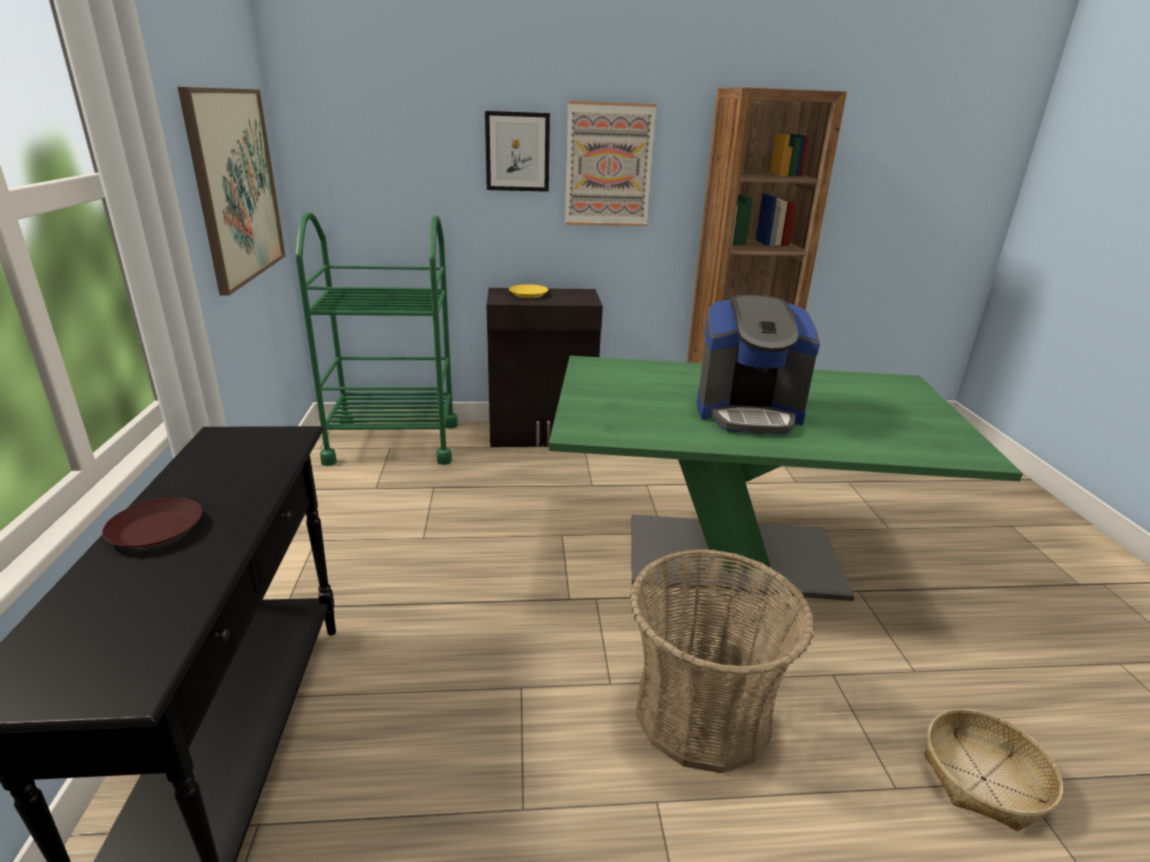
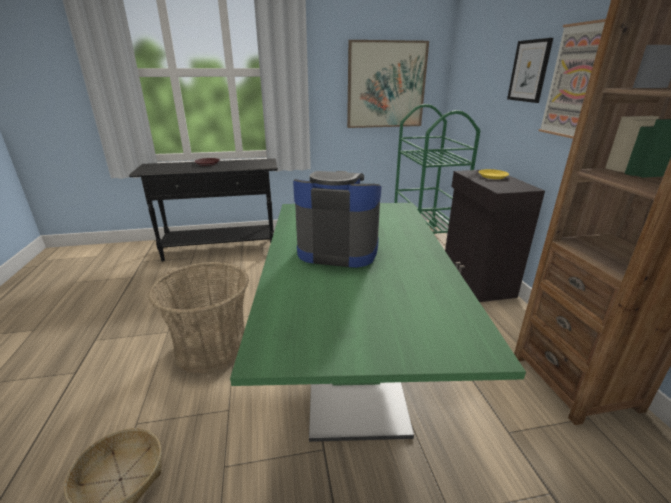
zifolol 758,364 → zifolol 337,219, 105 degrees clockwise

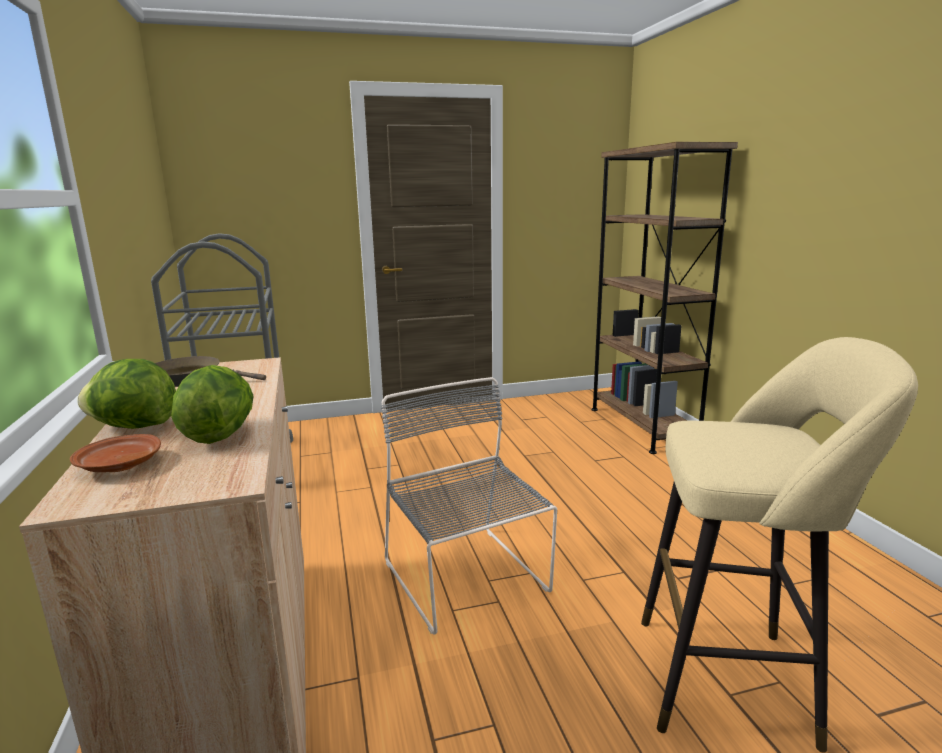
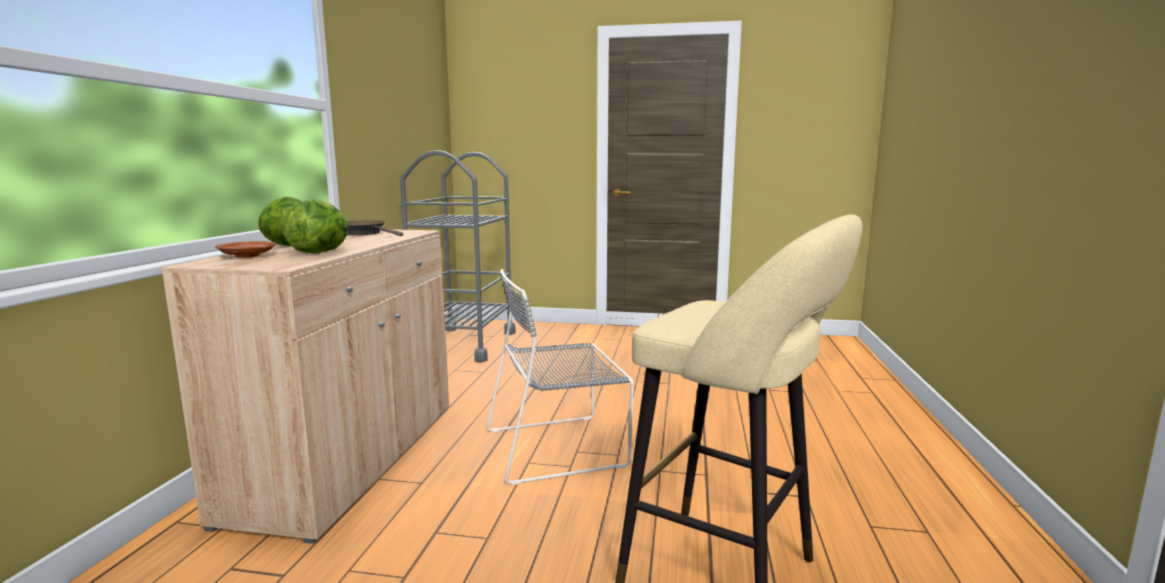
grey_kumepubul 469,506 → grey_kumepubul 560,377, 105 degrees counterclockwise
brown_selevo 664,298 → -

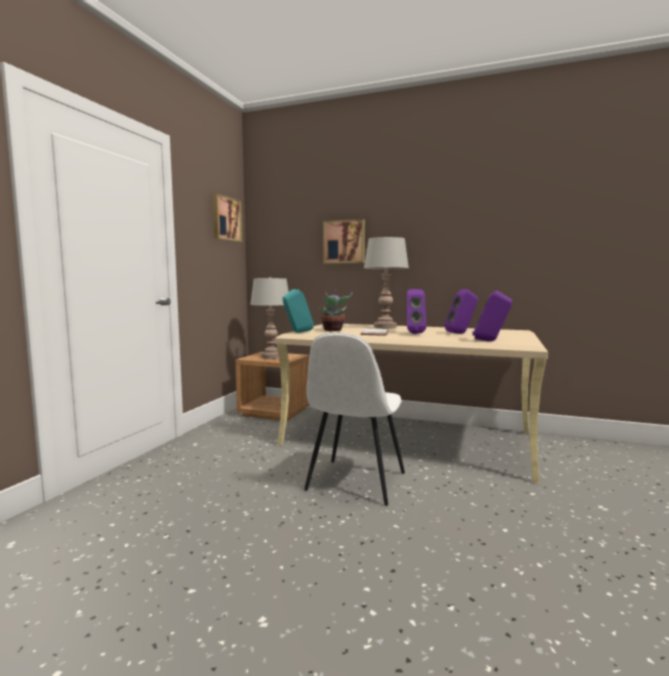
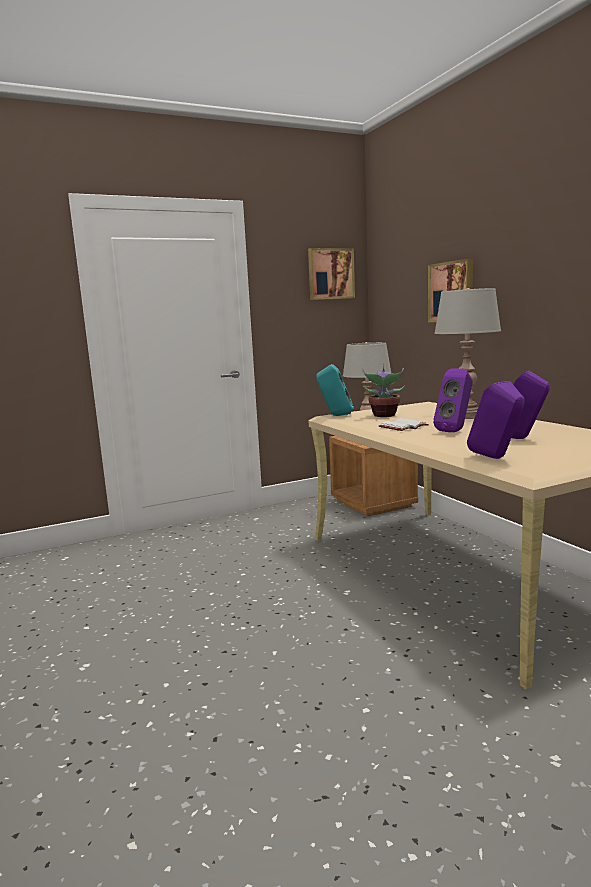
white_kumepubul 354,419 → -

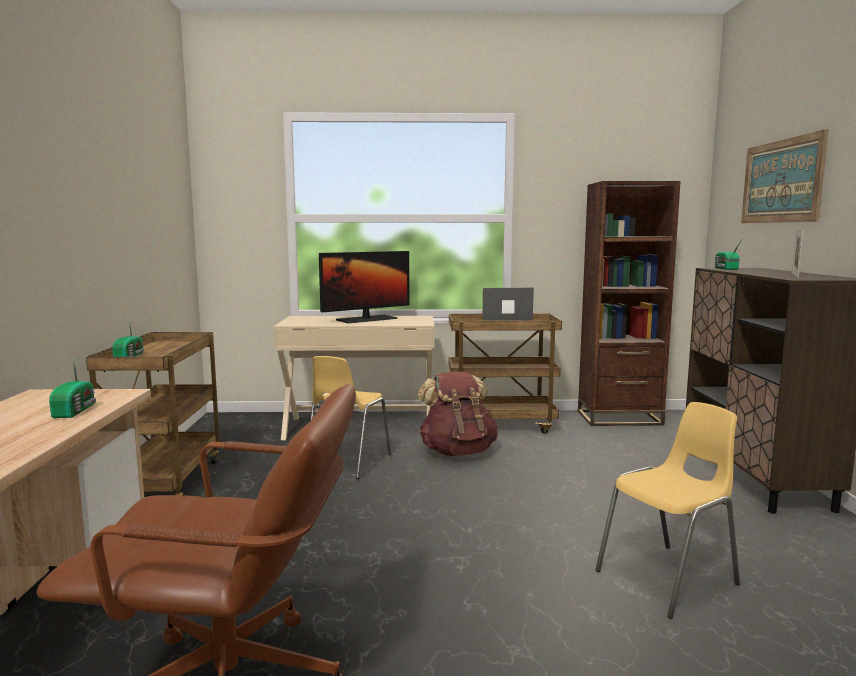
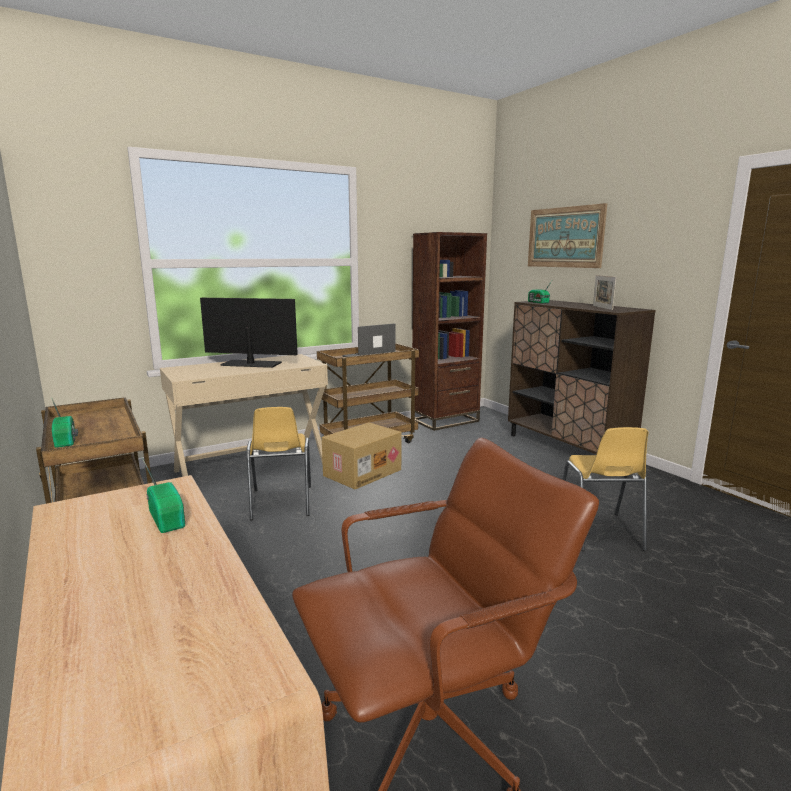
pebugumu 364,287 → pebugumu 249,333, 105 degrees counterclockwise
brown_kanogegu 457,413 → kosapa 361,455
yellow_kumepubul 668,510 → yellow_kumepubul 605,489, 150 degrees clockwise

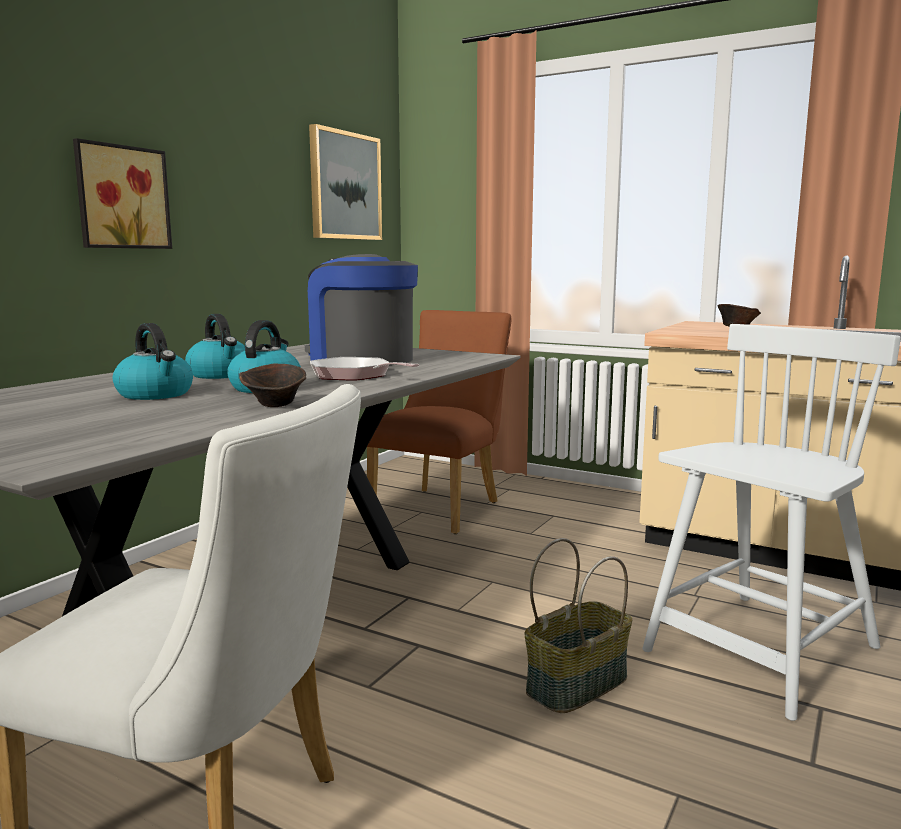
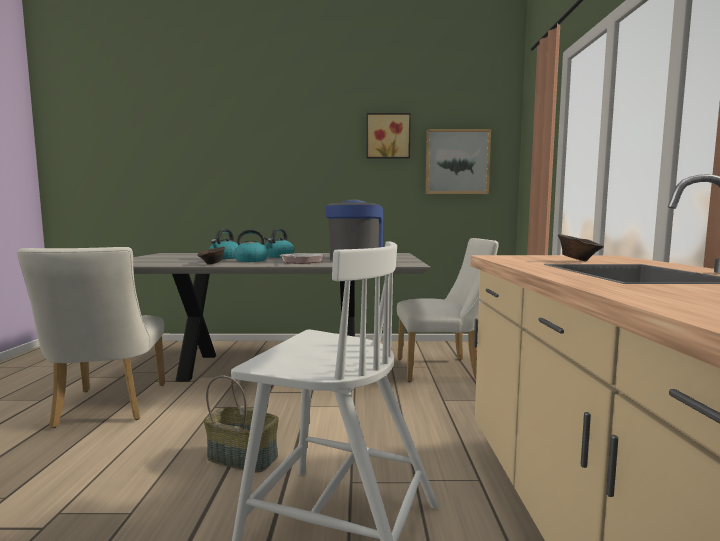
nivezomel 122,193 → nivezomel 389,136, move
brown_kumepubul 439,422 → white_kumepubul 448,310

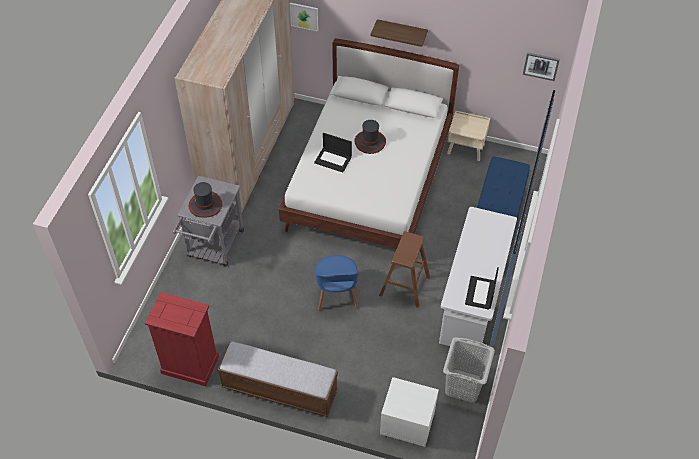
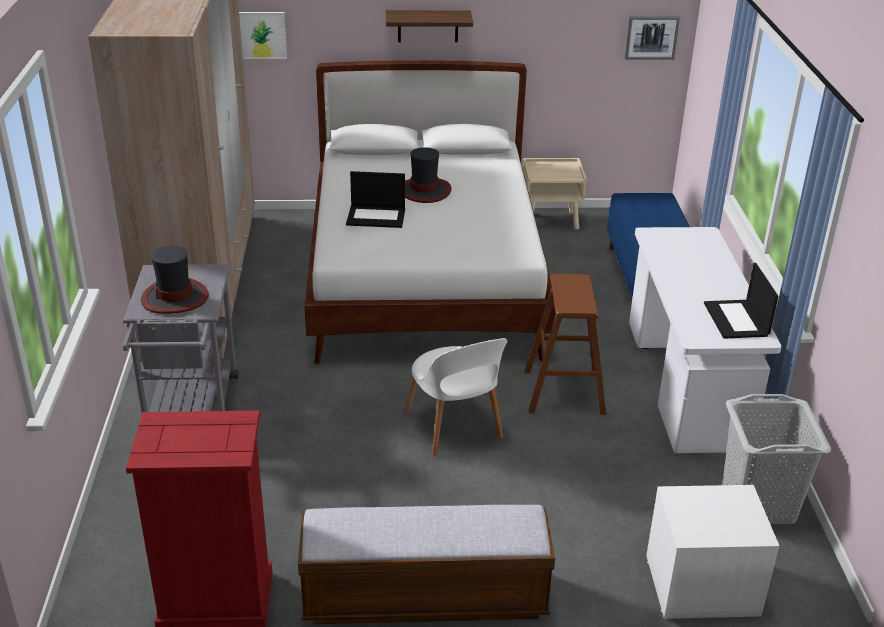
blue_kumepubul 337,283 → white_kumepubul 455,397

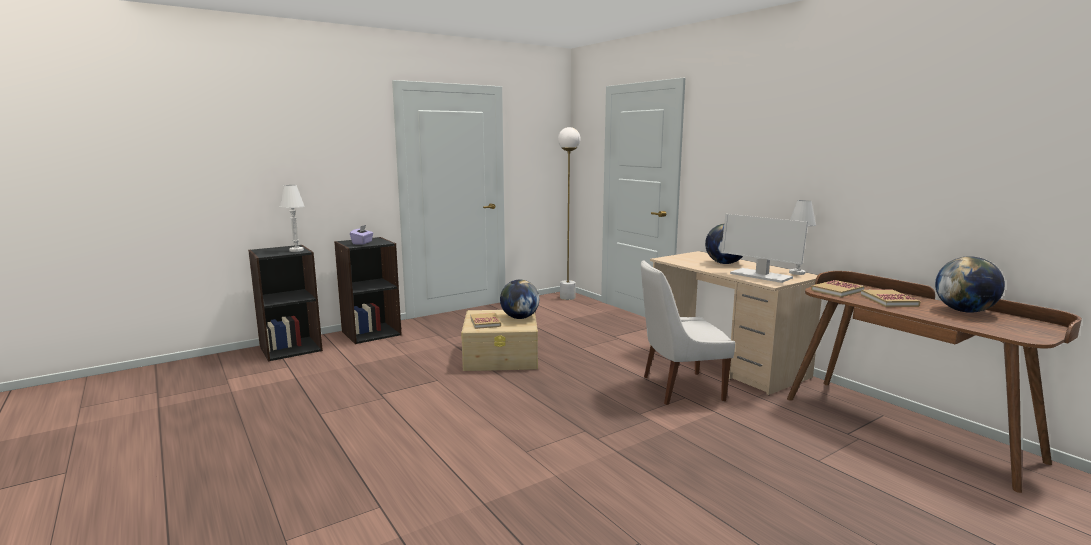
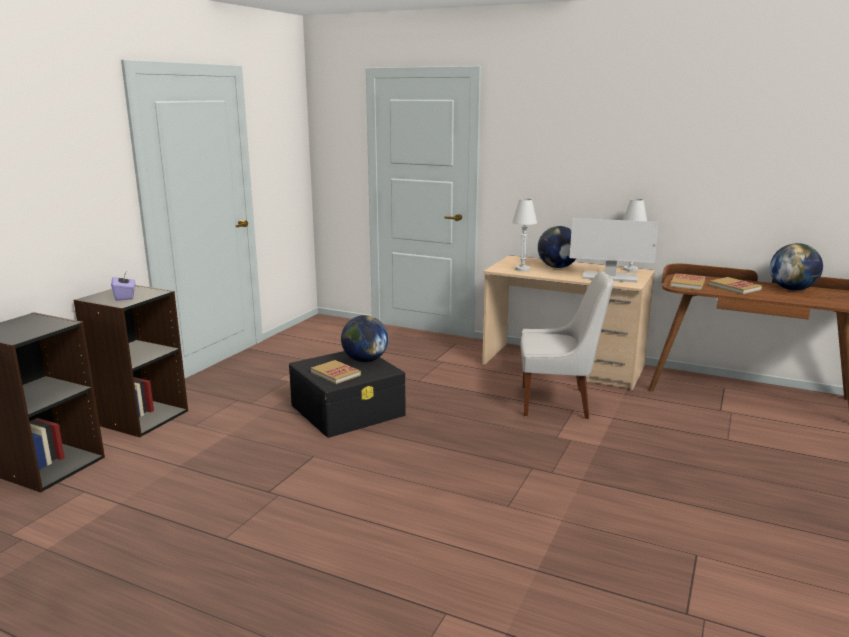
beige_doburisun 499,340 → black_doburisun 347,394
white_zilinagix 292,218 → white_zilinagix 524,234, move
white_kumepubul 688,332 → white_kumepubul 567,345, 135 degrees counterclockwise
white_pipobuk 569,213 → -

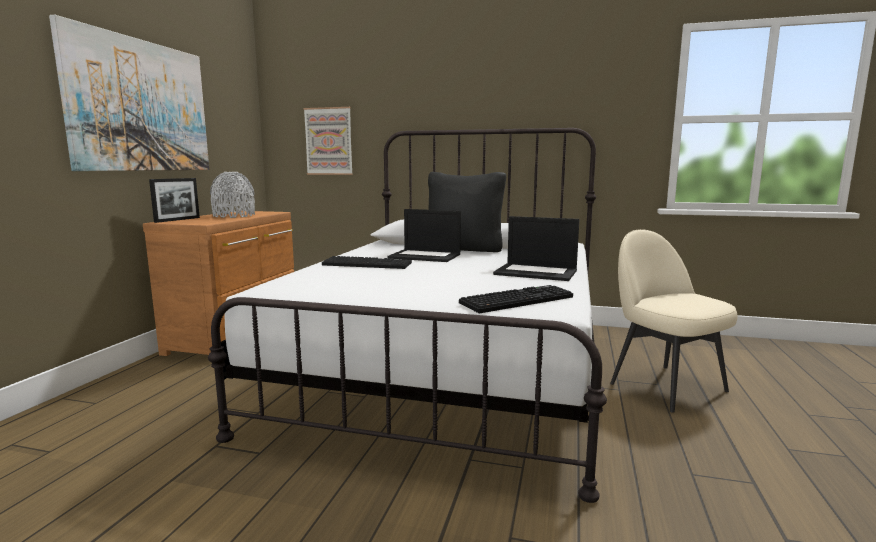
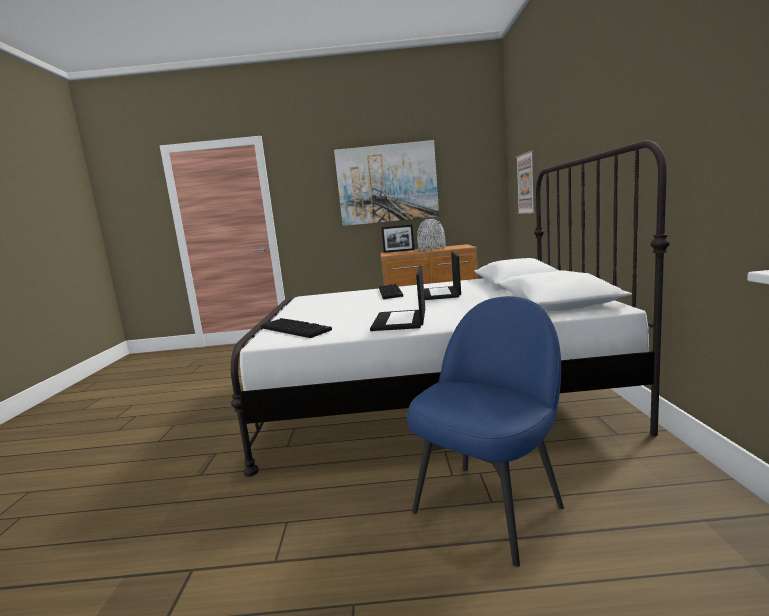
beige_kumepubul 673,321 → blue_kumepubul 485,431
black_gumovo 467,212 → -

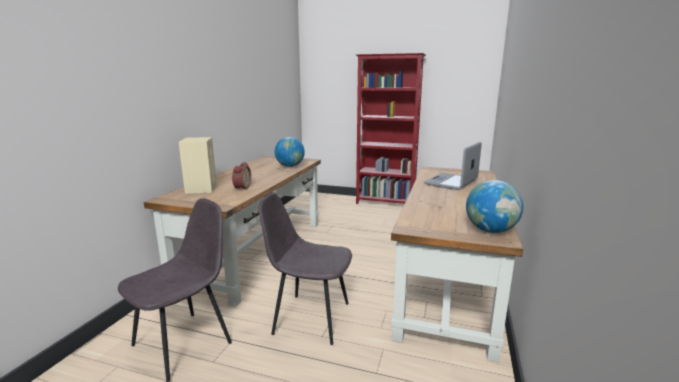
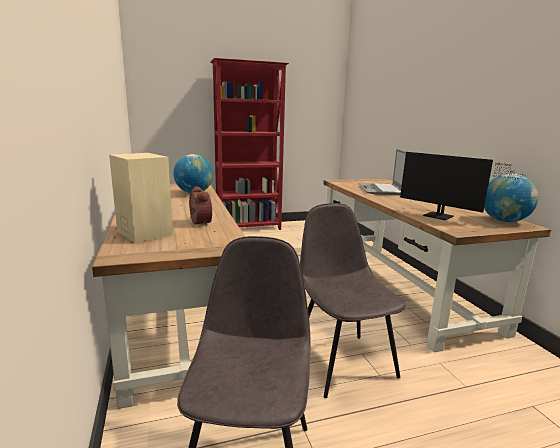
grey_kumepubul 305,268 → grey_kumepubul 353,300, 90 degrees clockwise
- → pebugumu 461,186

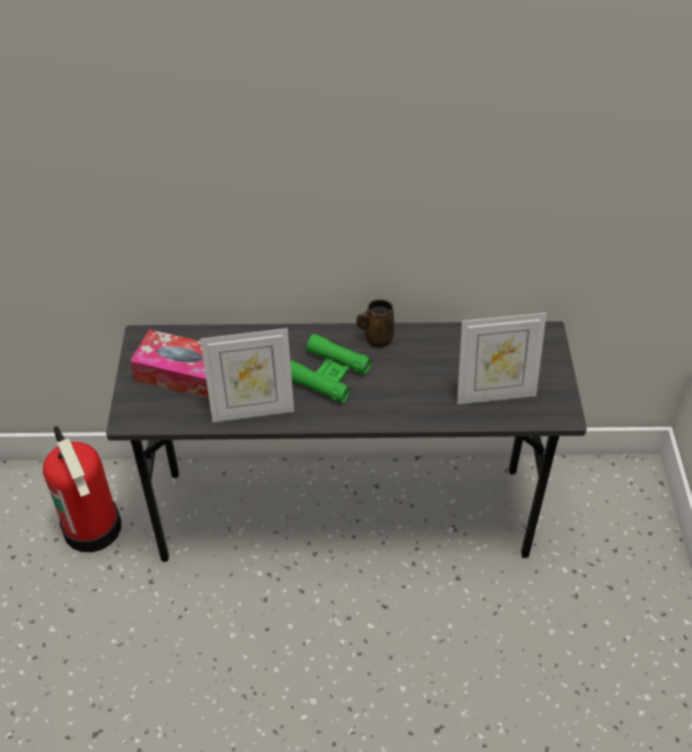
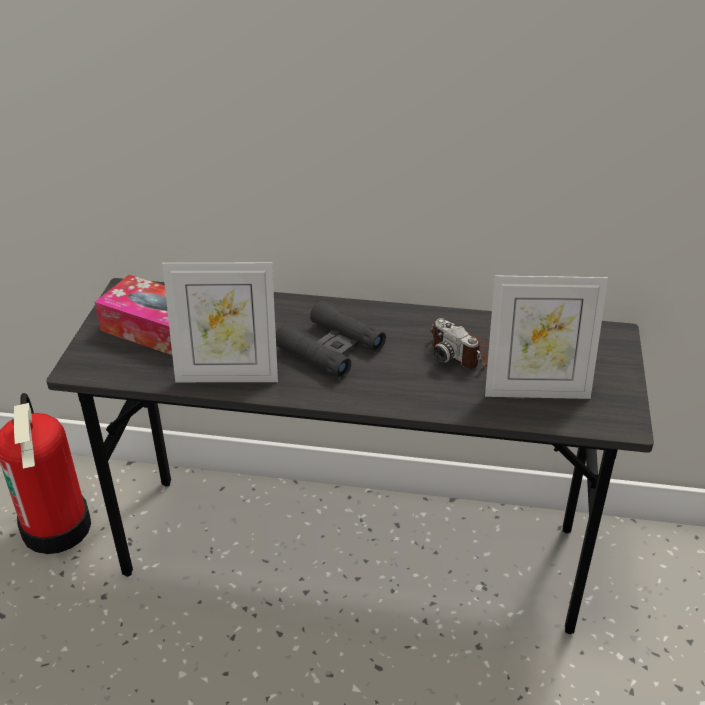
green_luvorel 331,368 → black_luvorel 331,339
- → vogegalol 459,343
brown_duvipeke 375,323 → -

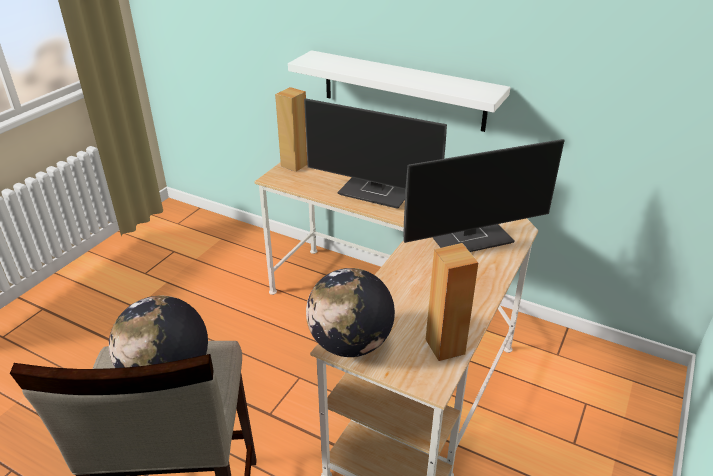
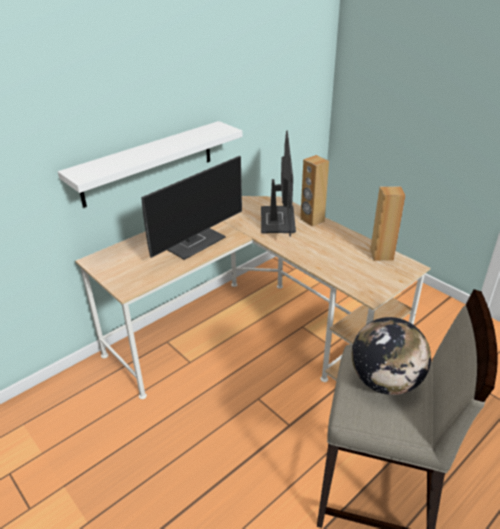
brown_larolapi 291,129 → brown_larolapi 314,191, move
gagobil 350,312 → -

